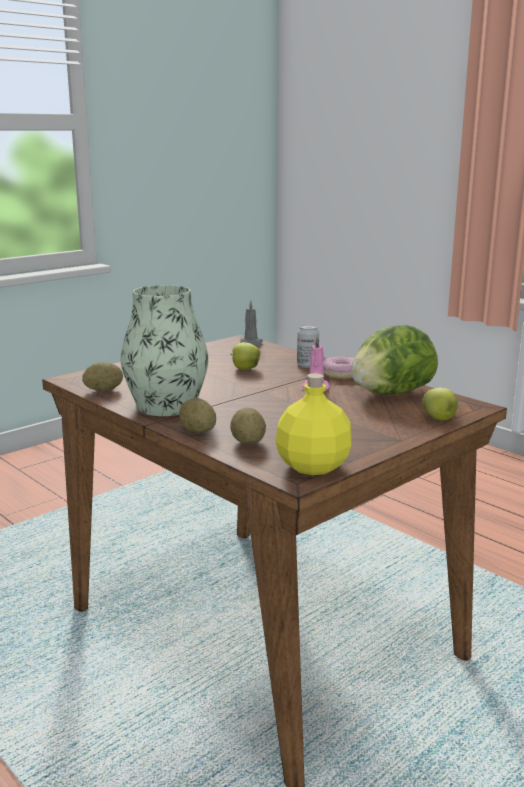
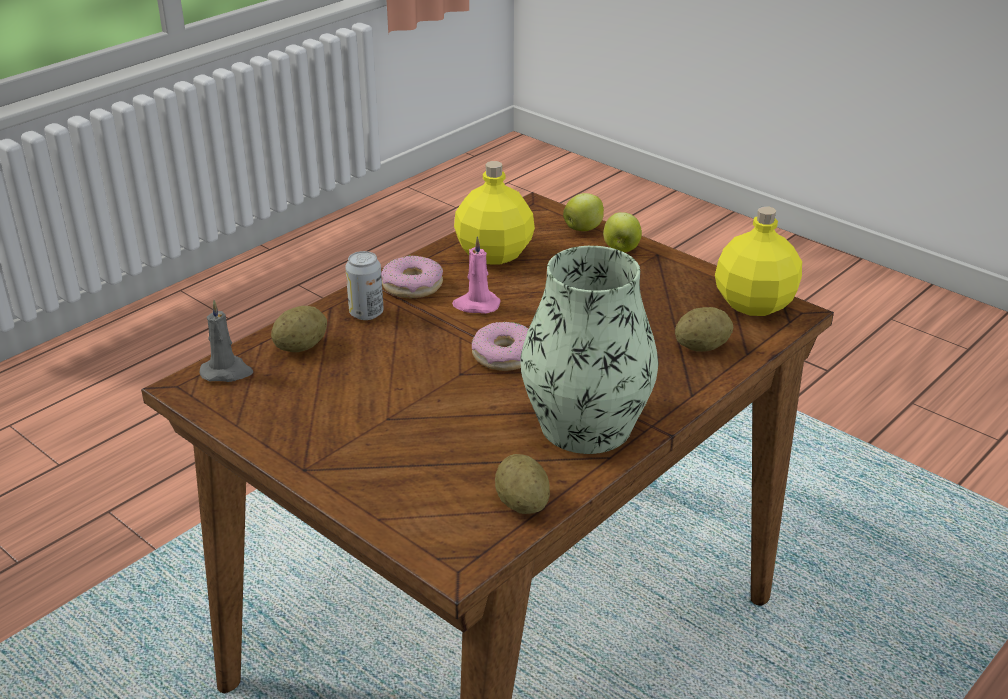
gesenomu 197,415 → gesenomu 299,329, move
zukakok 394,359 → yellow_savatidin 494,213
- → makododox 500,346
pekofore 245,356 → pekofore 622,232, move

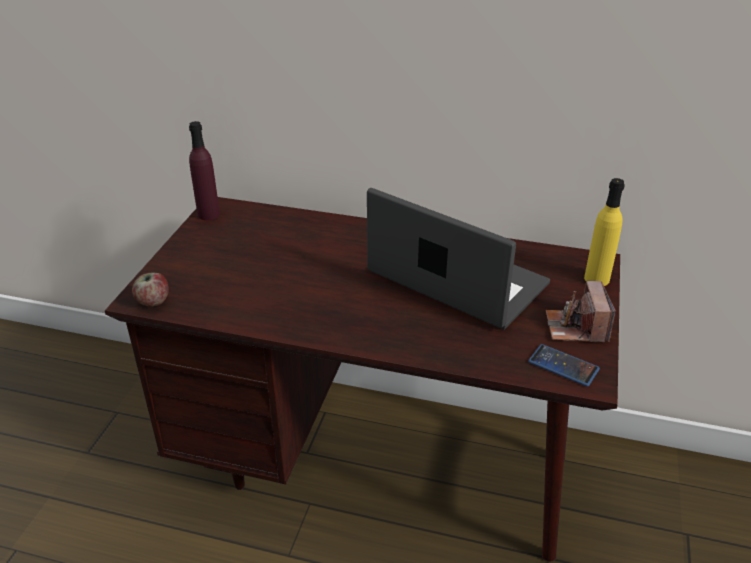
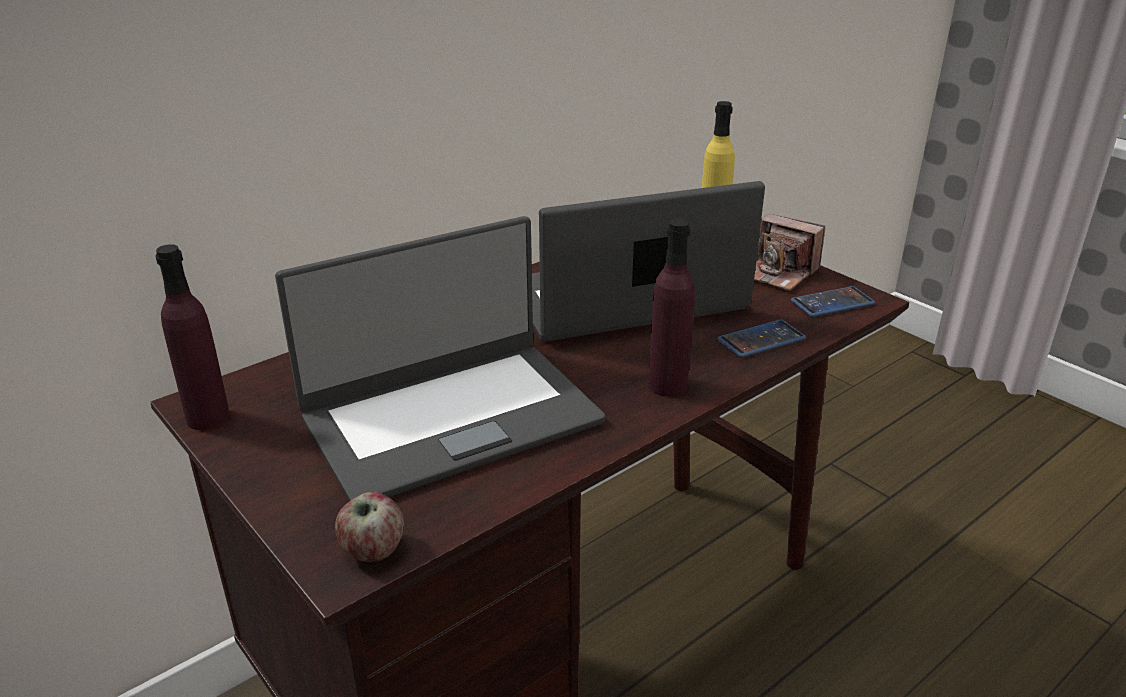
- → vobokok 440,358
- → purple_savatidin 671,307
- → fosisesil 761,338

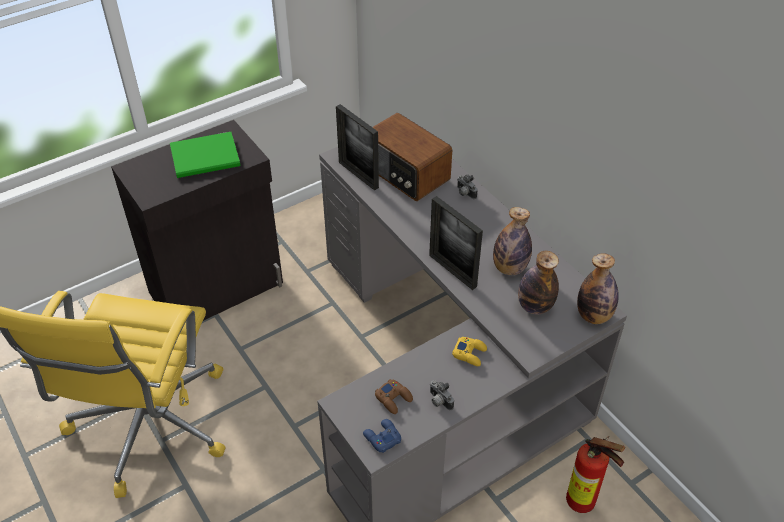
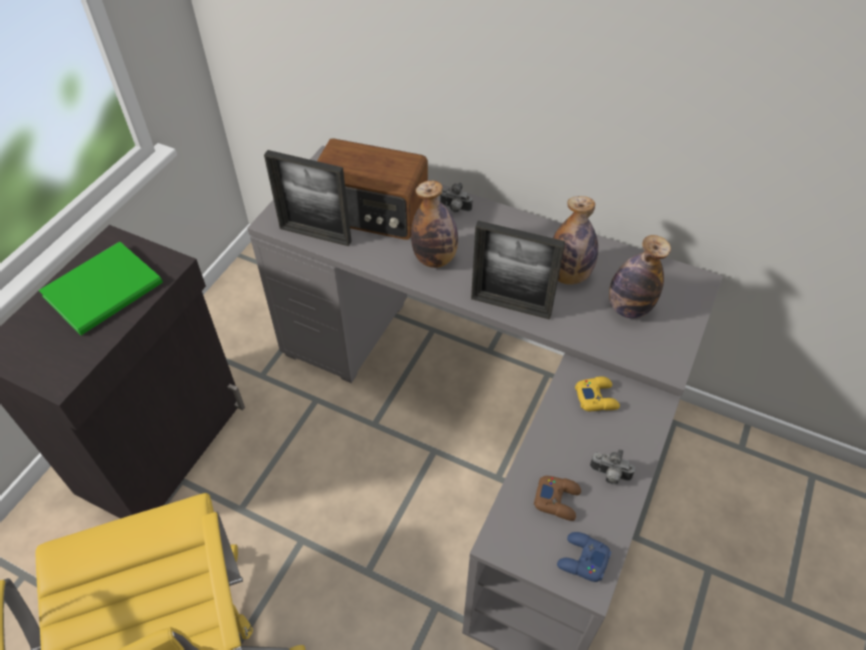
savatidin 598,288 → savatidin 434,224, move
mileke 595,474 → -

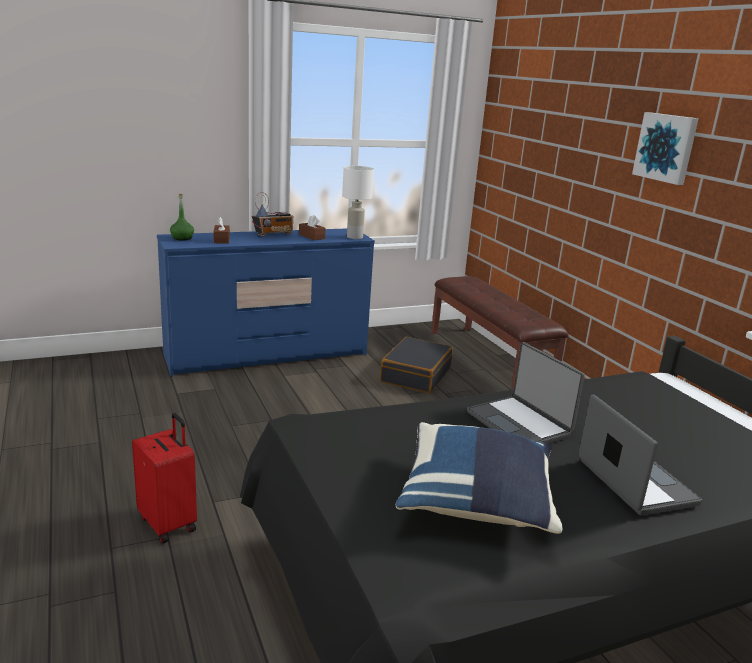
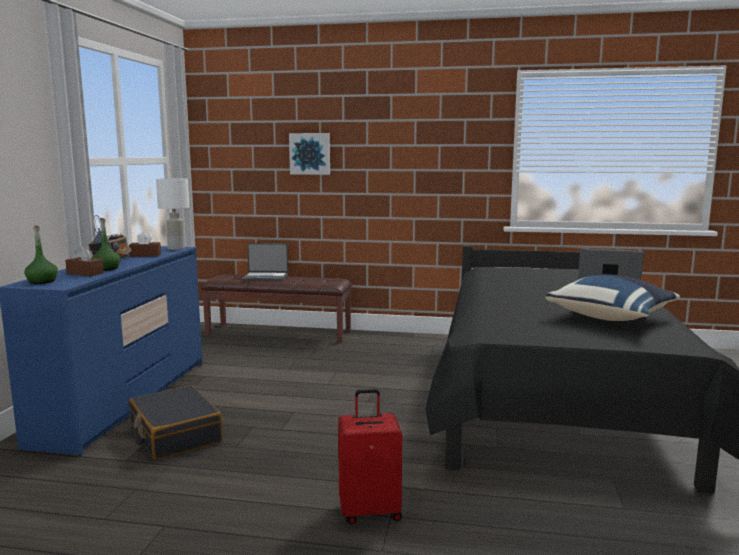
- → green_savatidin 106,244
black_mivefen 416,365 → black_mivefen 175,422, move
vobokok 526,393 → vobokok 265,262, move
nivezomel 665,148 → nivezomel 309,154, move

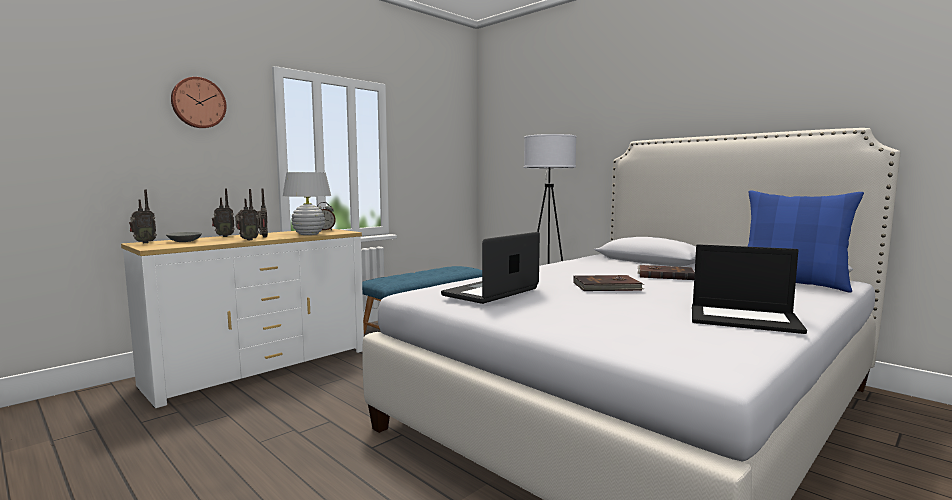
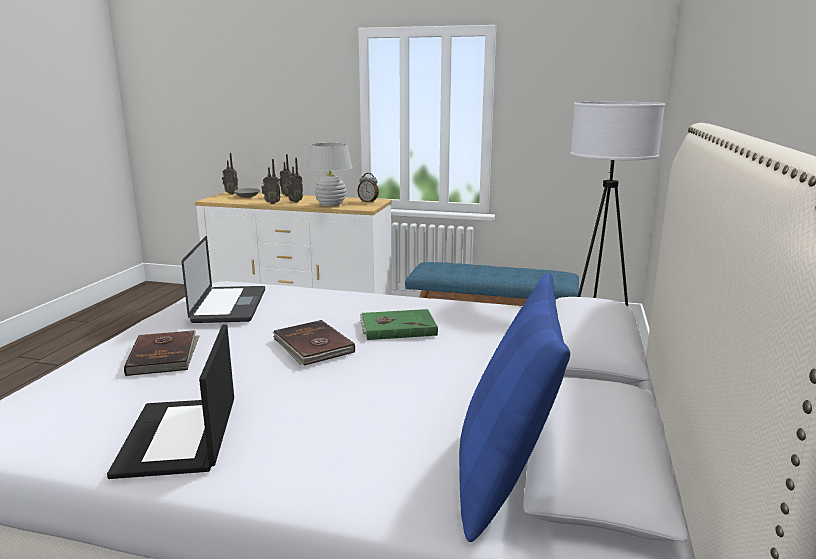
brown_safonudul 666,272 → brown_safonudul 162,353, move
vobokok 490,268 → vobokok 223,279, 75 degrees clockwise
- → green_safonudul 399,324
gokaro 198,102 → -

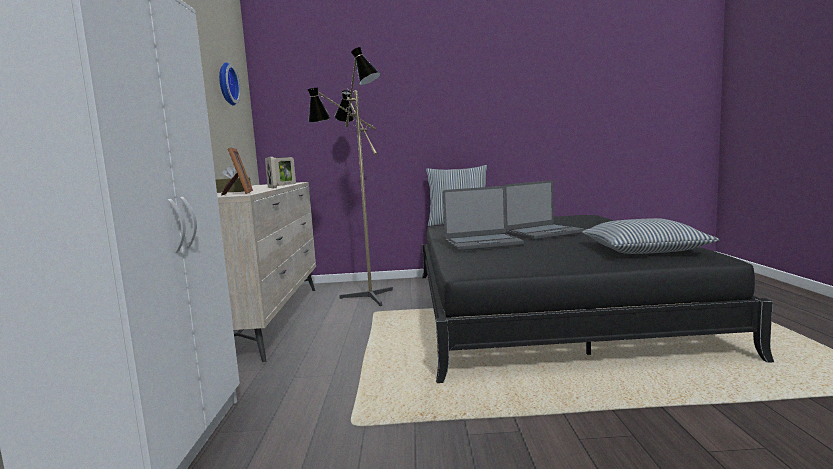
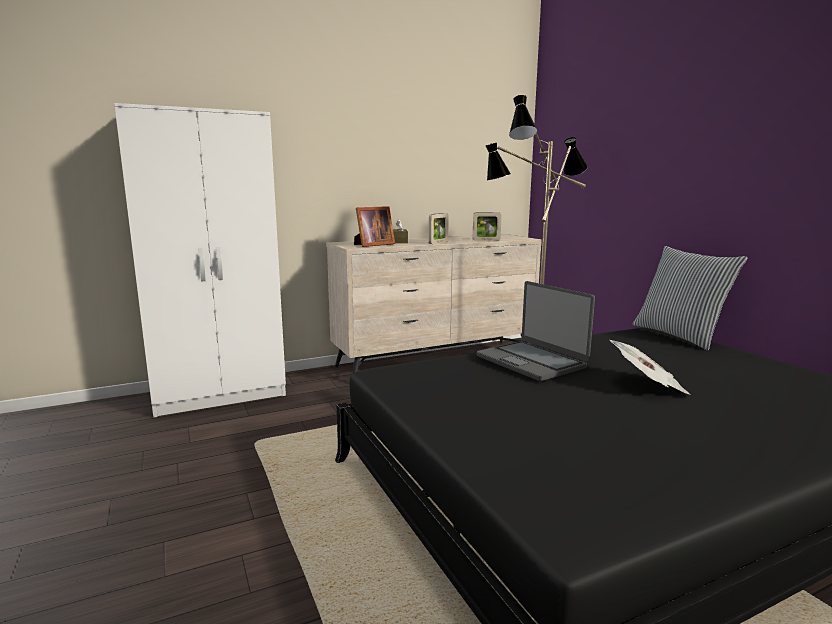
vobokok 544,210 → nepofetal 650,367
gokaro 230,83 → -
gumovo 650,236 → -

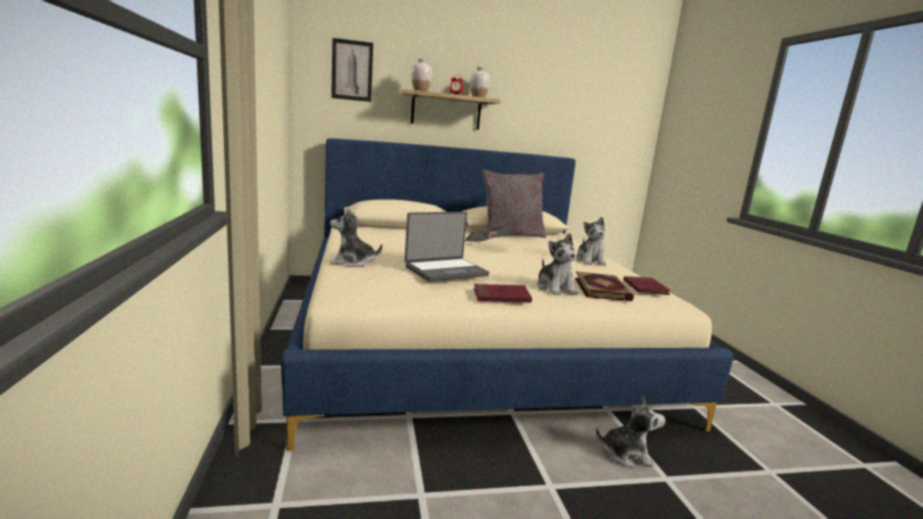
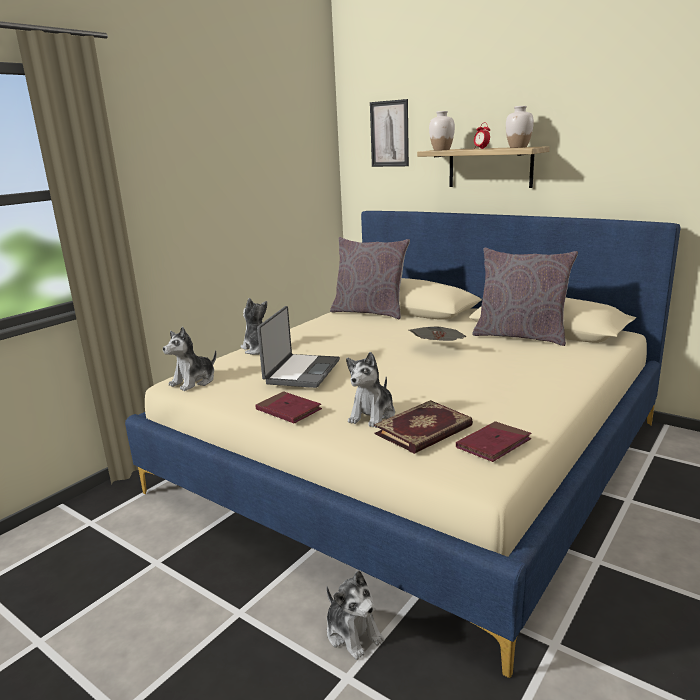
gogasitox 591,241 → gogasitox 190,359, move
vobokok 447,247 → vobokok 298,347, 90 degrees counterclockwise
- → grey_gumovo 370,278

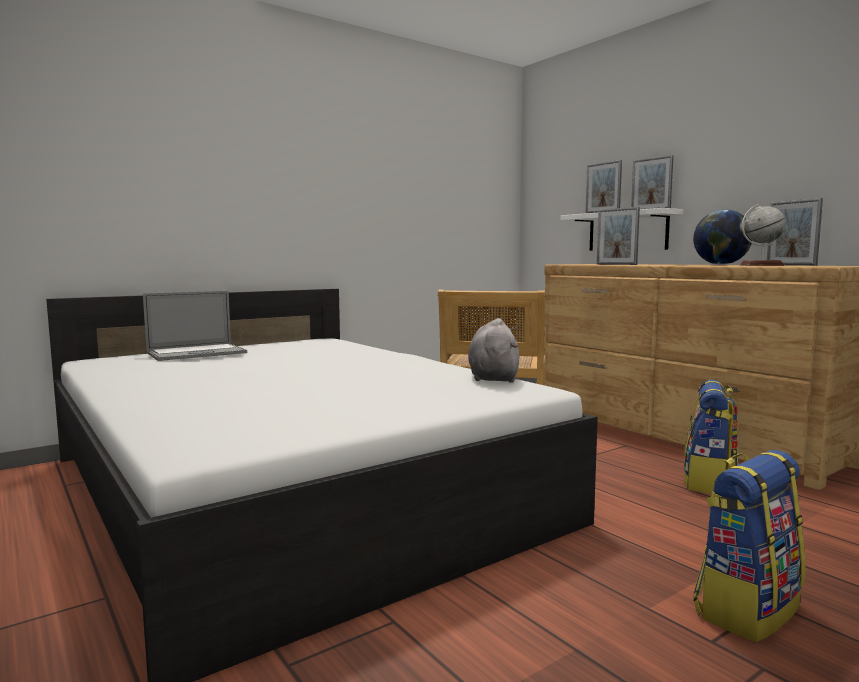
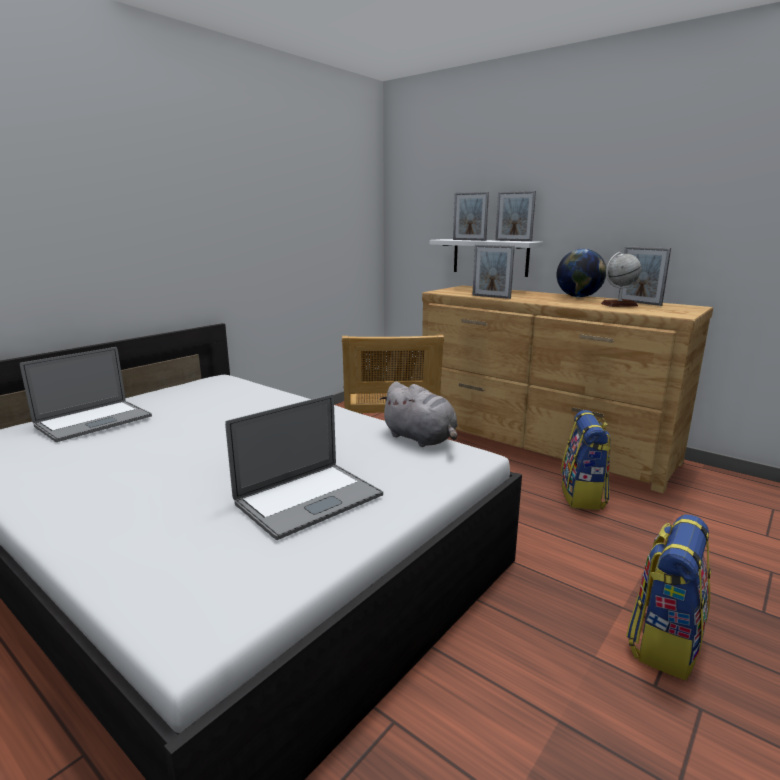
- → vobokok 304,467
grey_gogasitox 493,350 → grey_gogasitox 418,414, 150 degrees clockwise

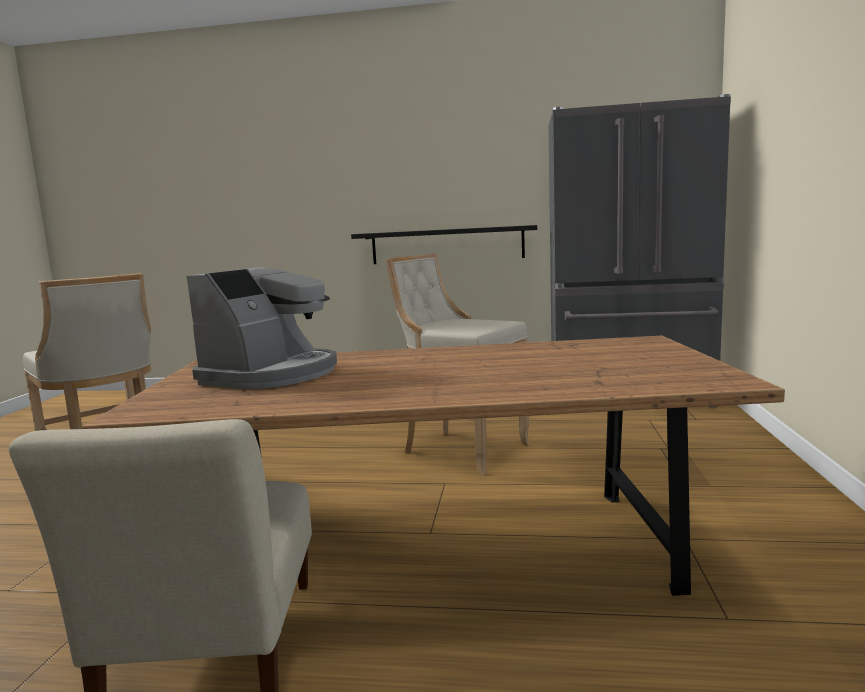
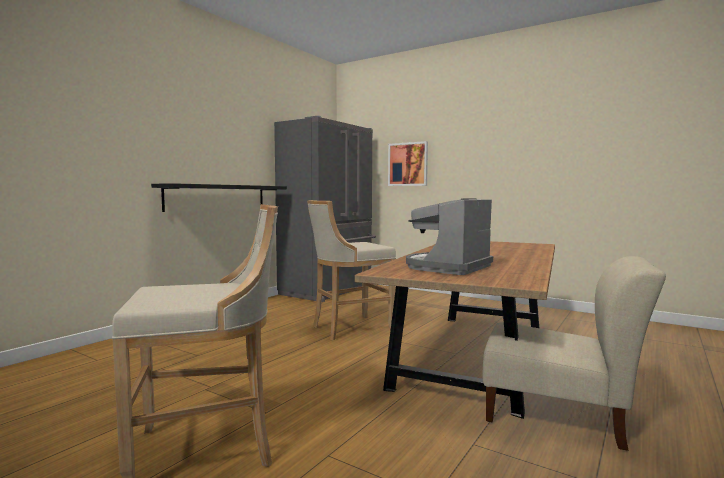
- → nivezomel 408,163
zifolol 262,328 → zifolol 449,236, 105 degrees counterclockwise

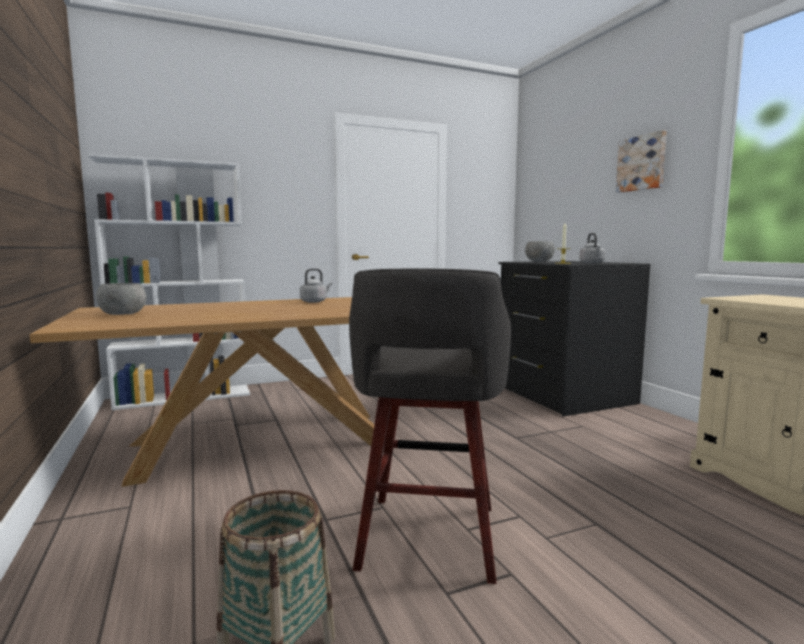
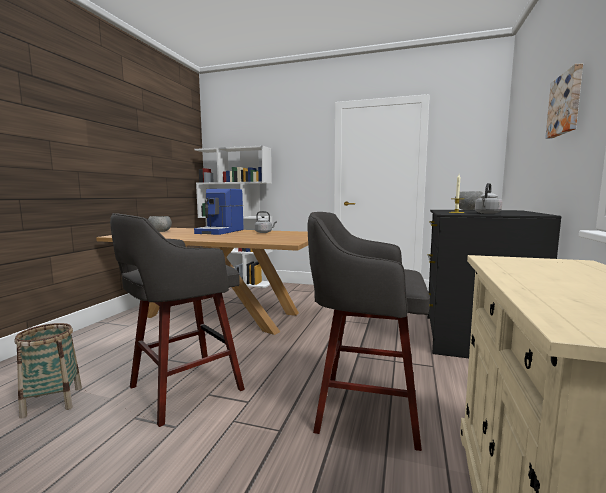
- → zifolol 219,212
- → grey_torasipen 369,331

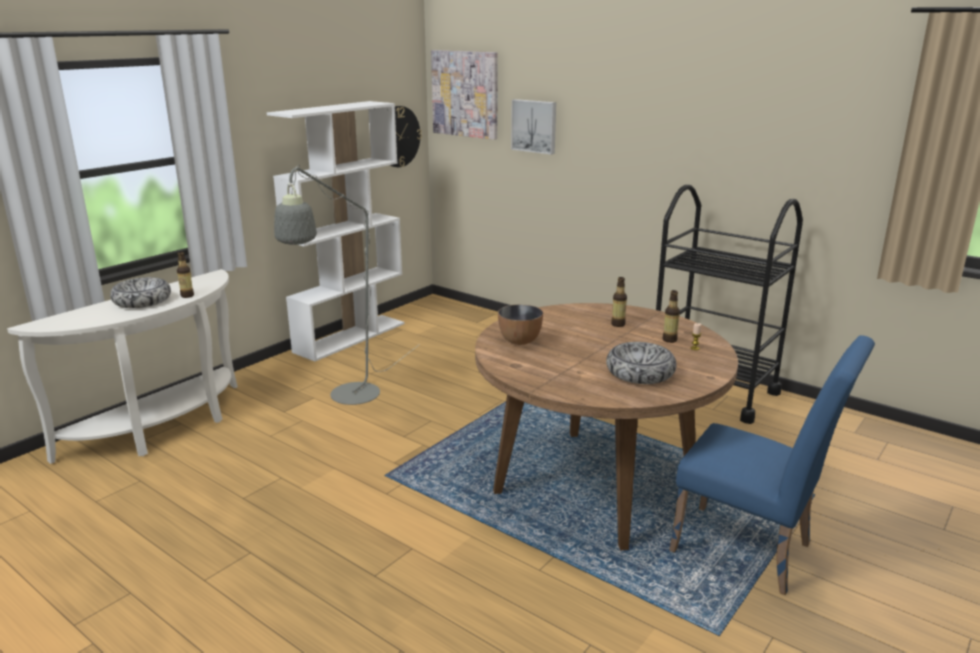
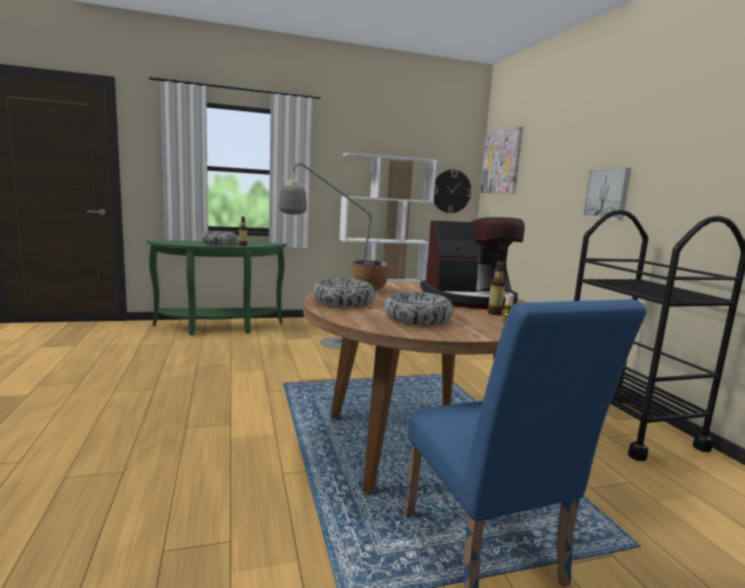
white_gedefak 122,366 → green_gedefak 216,287
- → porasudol 344,292
savatidin 619,302 → zifolol 472,263
nivezomel 533,127 → nivezomel 606,194, move

